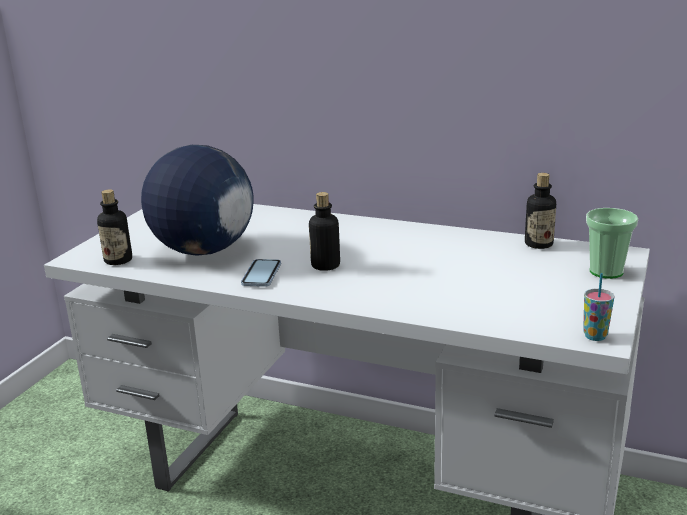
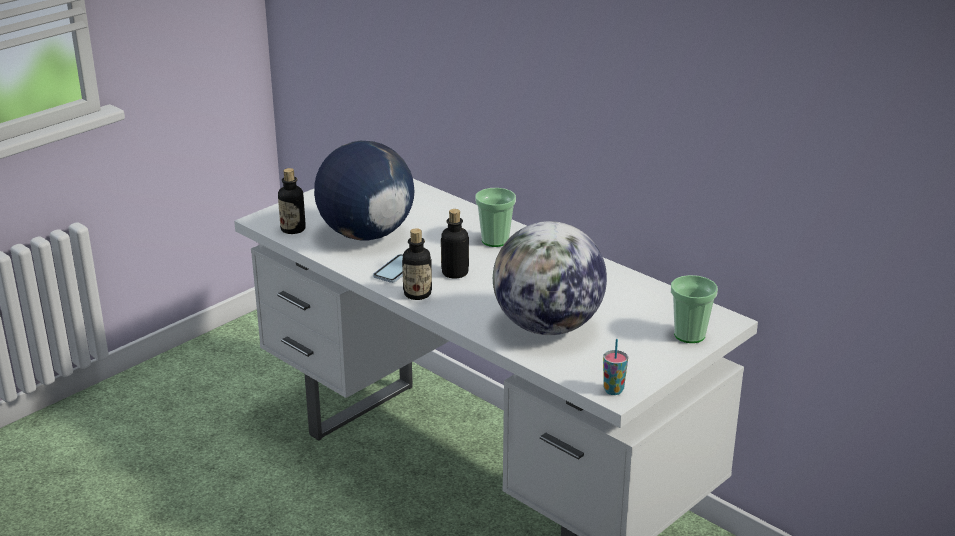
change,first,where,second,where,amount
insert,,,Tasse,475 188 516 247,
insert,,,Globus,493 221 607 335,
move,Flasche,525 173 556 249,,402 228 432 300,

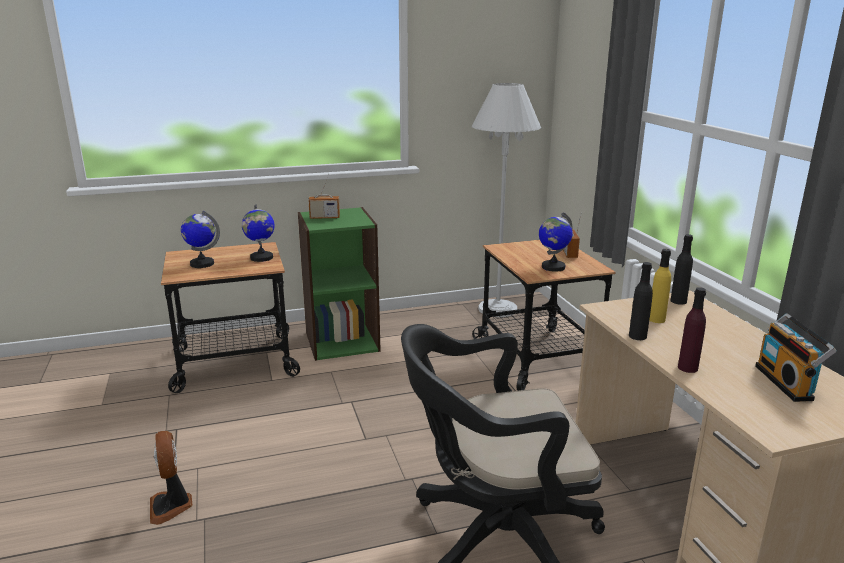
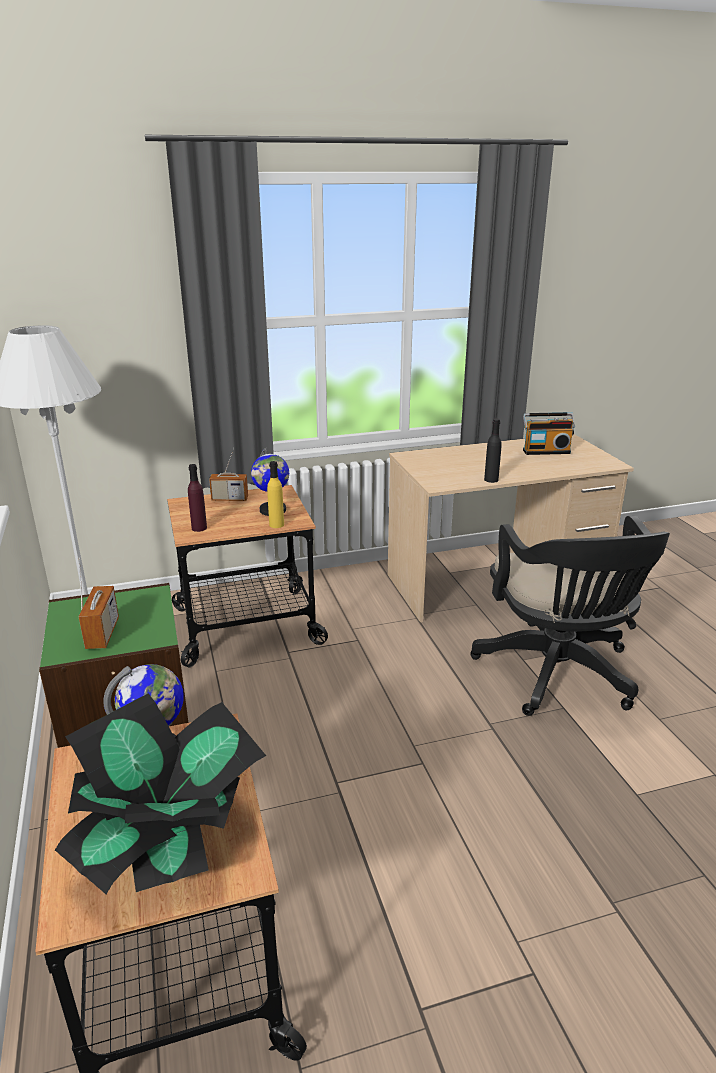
change,first,where,second,where,amount
delete,Ventilator,150 431 193 525,,,
delete,Flasche/schwarz,670 234 693 305,,,
move,Flasche/gelb,649 249 671 323,,267 461 284 528,
move,Flasche/lila,678 287 706 373,,188 464 207 532,
replace,Globus,181 211 220 268,Topfpflanze,55 693 266 894,

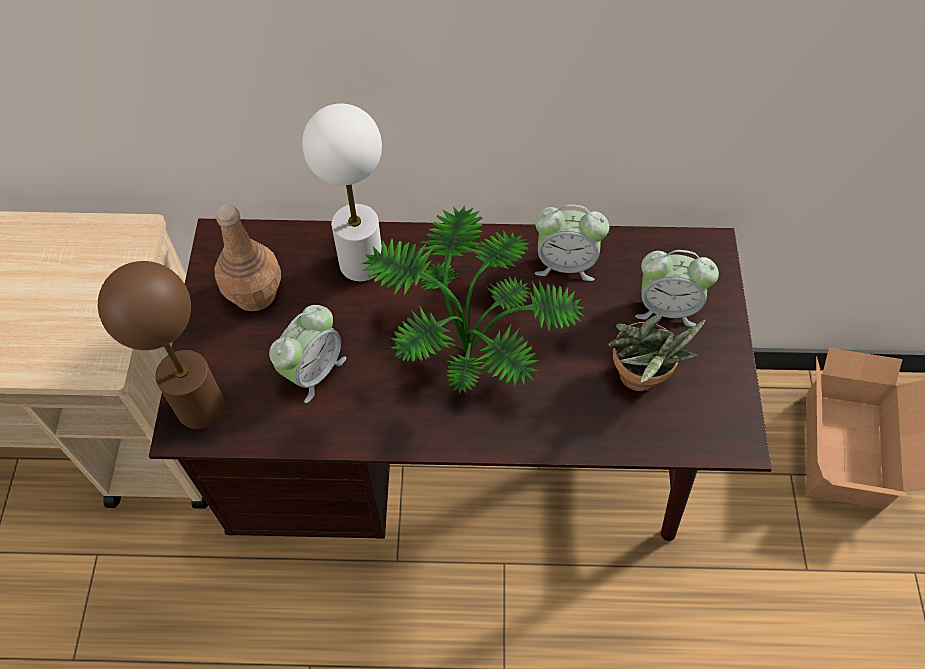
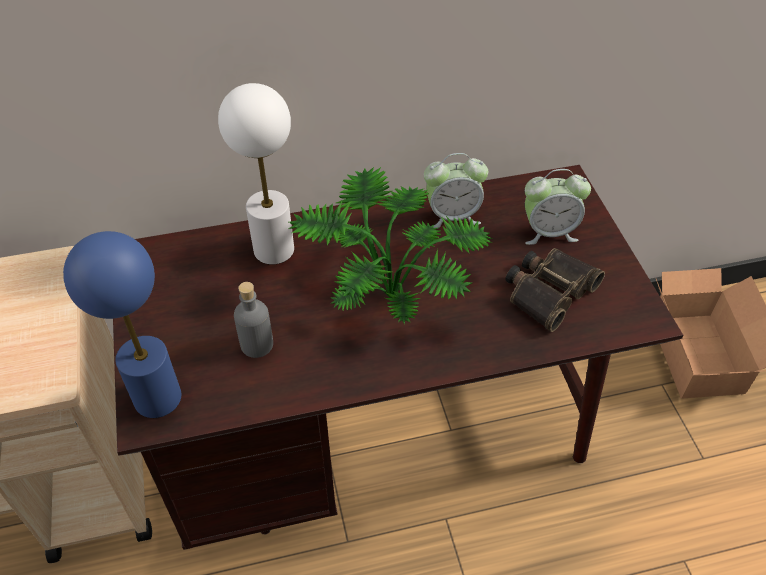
change,first,where,second,where,amount
delete,Flasche/braun,215 204 281 311,,,
replace,Wecker,269 305 346 403,Flasche/grau,234 282 273 358,
replace,Topfpflanze,608 315 706 391,Fernglas,505 248 605 332,
recolor,Tischlampe/braun,98 261 225 429,Tischlampe/blau,63 231 181 418,

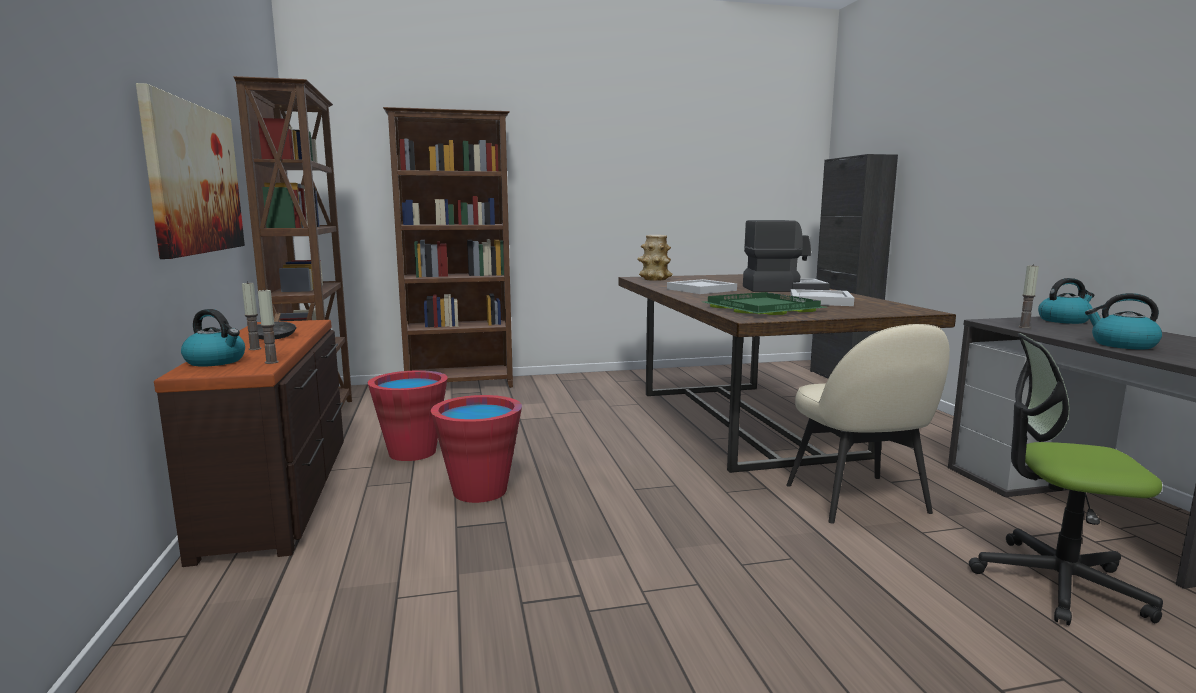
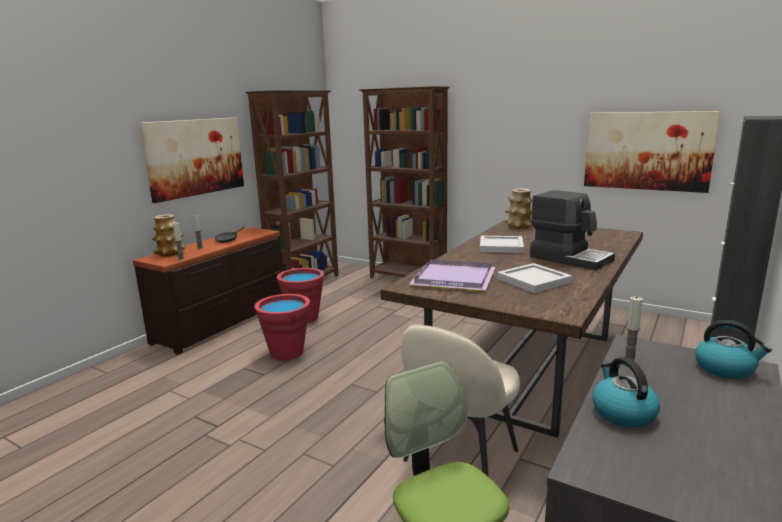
change,first,where,second,where,amount
insert,,,Bild,584 111 720 193,
replace,Wasserkessel,181 309 245 366,Vase,152 214 185 256,
recolor,Tablett/grün,703 292 826 315,Tablett/lila,408 260 495 292,

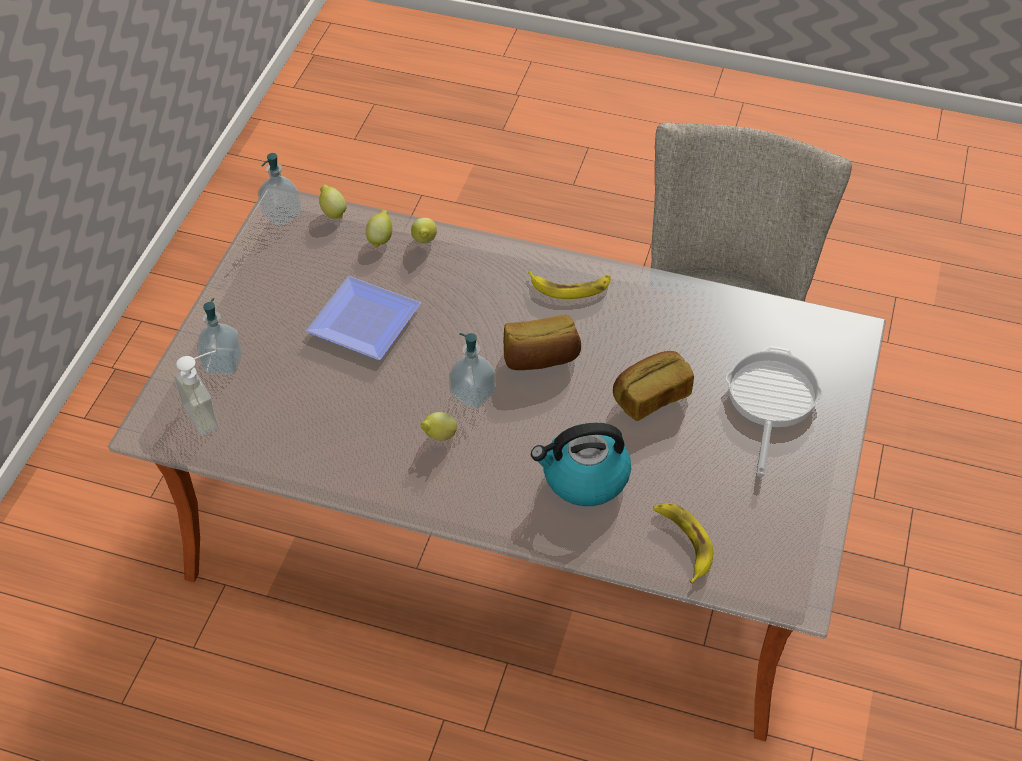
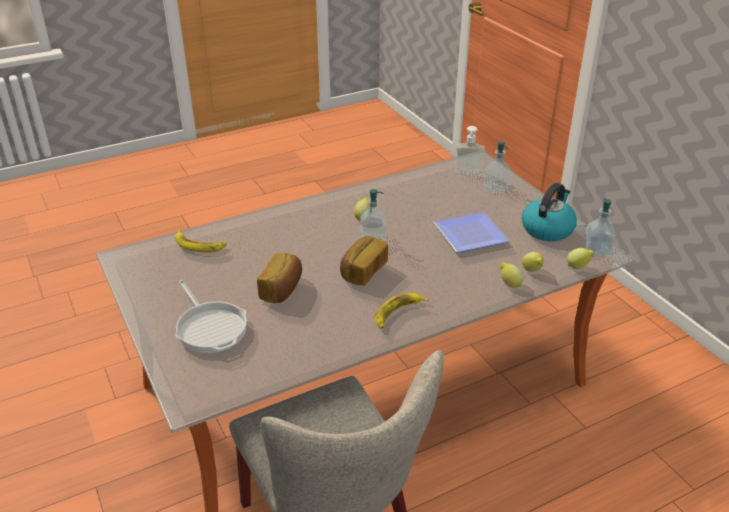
change,first,where,second,where,amount
move,Wasserkessel,531 423 631 506,,522 183 577 241,

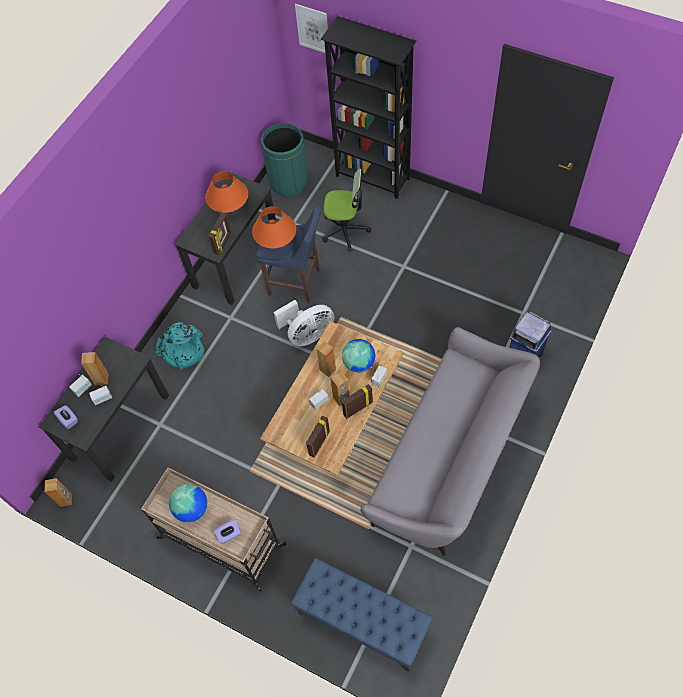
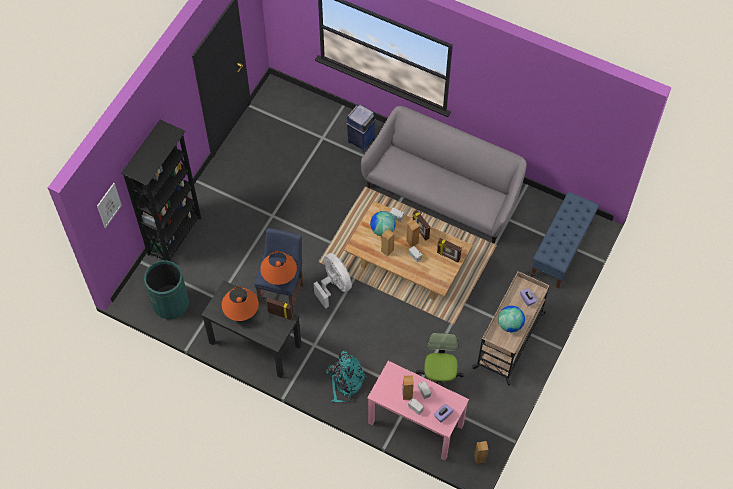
change,first,where,second,where,amount
move,Bürostuhl,322 169 371 251,,416 333 464 389,
recolor,Schreibtisch/schwarz,39 337 169 482,Schreibtisch/rosa,367 361 469 461,

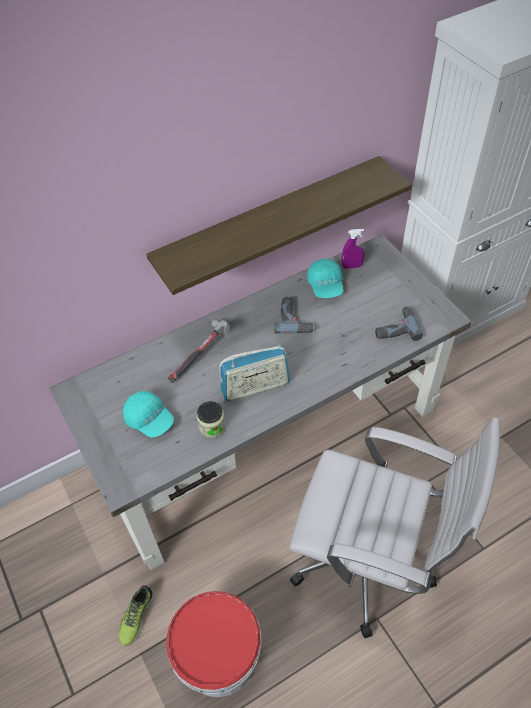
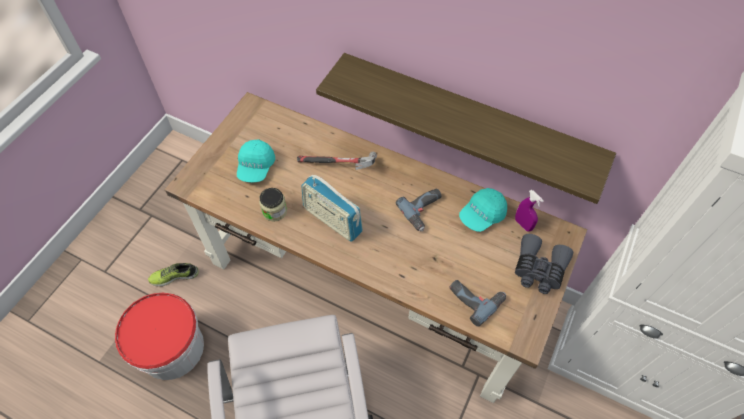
change,first,where,second,where,amount
insert,,,Fernglas/grau,515 234 574 294,
recolor,Schreibtisch/grau,49 235 472 570,Schreibtisch/braun,165 92 587 403,

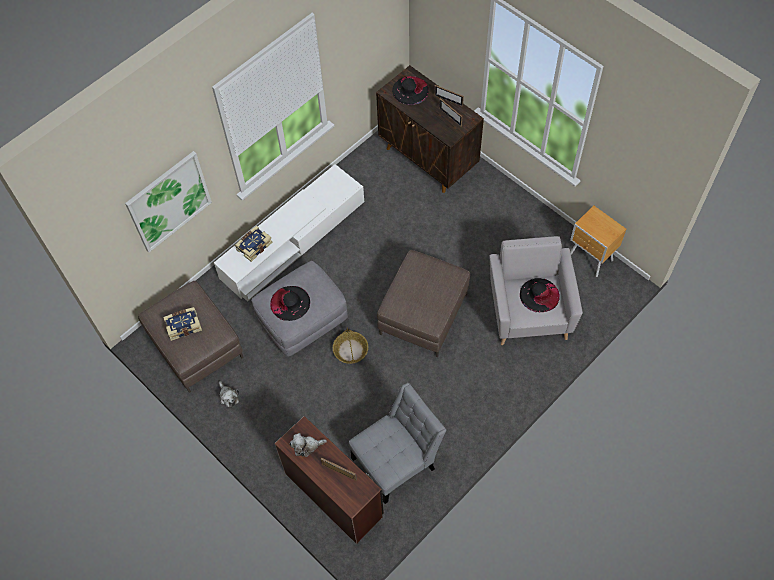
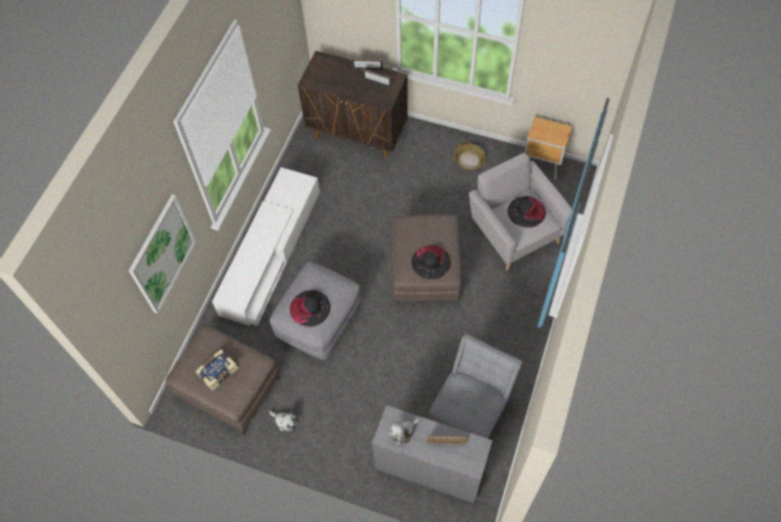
change,first,where,second,where,amount
delete,Buch,235 226 272 262,,,
move,Korb,333 328 368 364,,454 140 486 171,
move,Hut/schwarz,392 76 429 105,,411 245 451 280,
recolor,Schreibtisch/braun,275 416 384 544,Schreibtisch/grau,372 405 493 503,

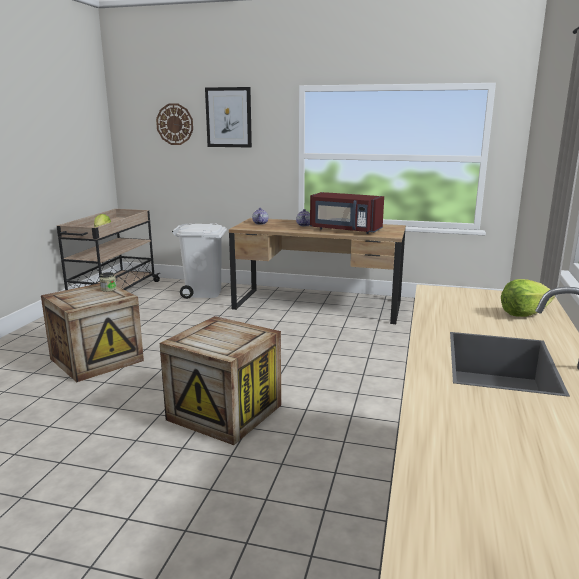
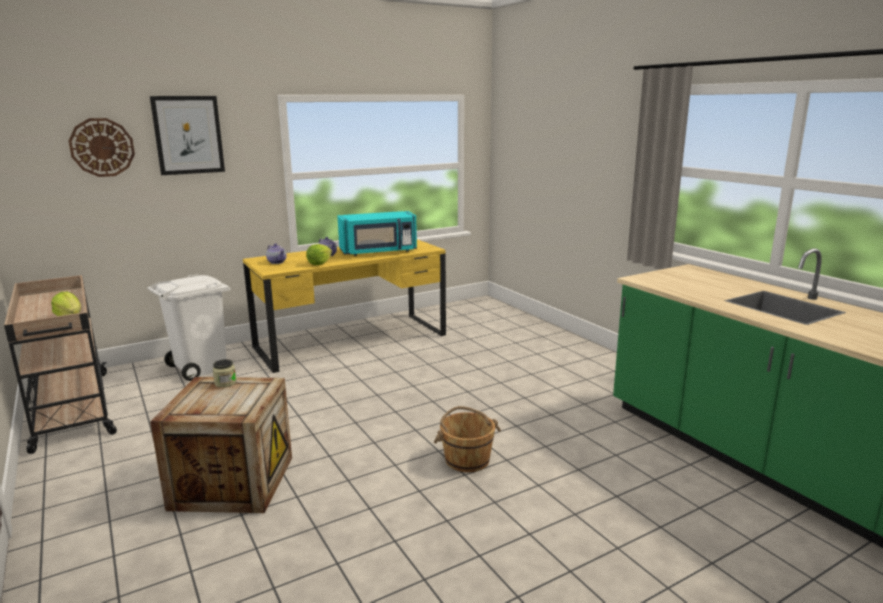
change,first,where,second,where,amount
move,Salatkopf,501 279 555 317,,306 244 332 265,
replace,Kiste,160 316 281 445,Eimer/braun,434 406 501 472,
recolor,Schreibtisch/braun,229 218 406 324,Schreibtisch/gelb,243 239 446 373,
recolor,Mikrowelle/rot,310 192 384 234,Mikrowelle/türkis,337 211 417 256,

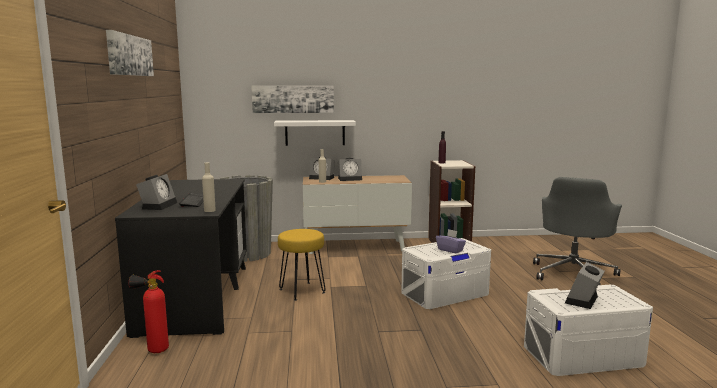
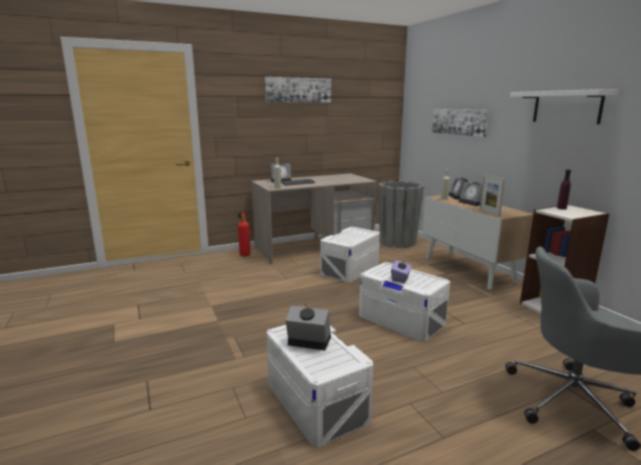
change,first,where,second,where,amount
insert,,,Bilderrahmen,480 175 505 216,
move,Wandregal/weiß,274 120 356 146,,510 89 619 124,
replace,Hocker/gelb,278 229 326 301,Aufbewahrungsbox/weiß,320 227 380 283,
recolor,Schreibtisch/schwarz,115 179 247 338,Schreibtisch/beige,251 173 377 263,

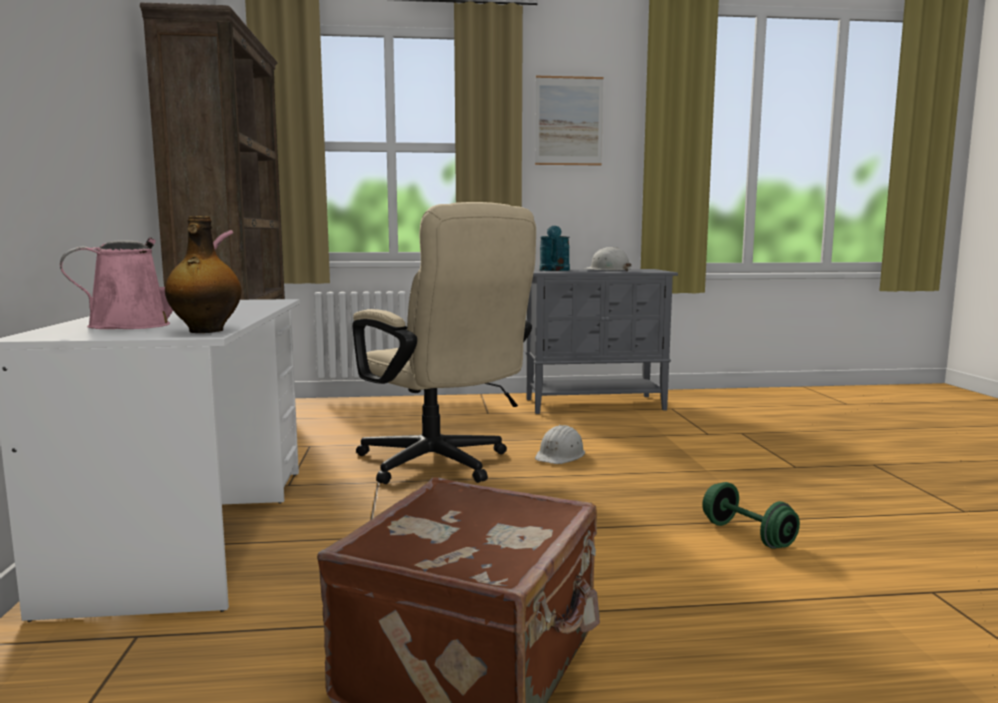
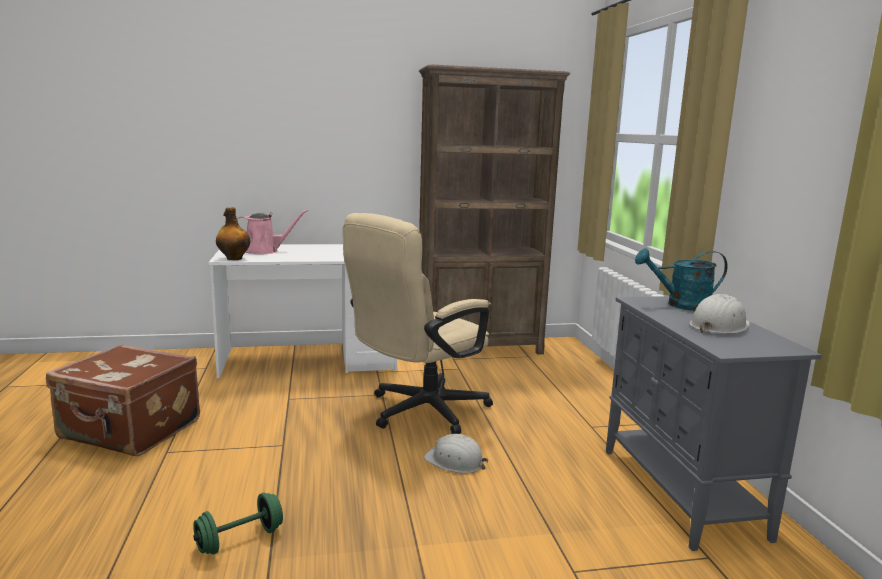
change,first,where,second,where,amount
delete,Bild,535 76 604 166,,,
rotate,Gießkanne/rosa,60 230 233 329,,237 209 308 254,60 degrees counterclockwise

